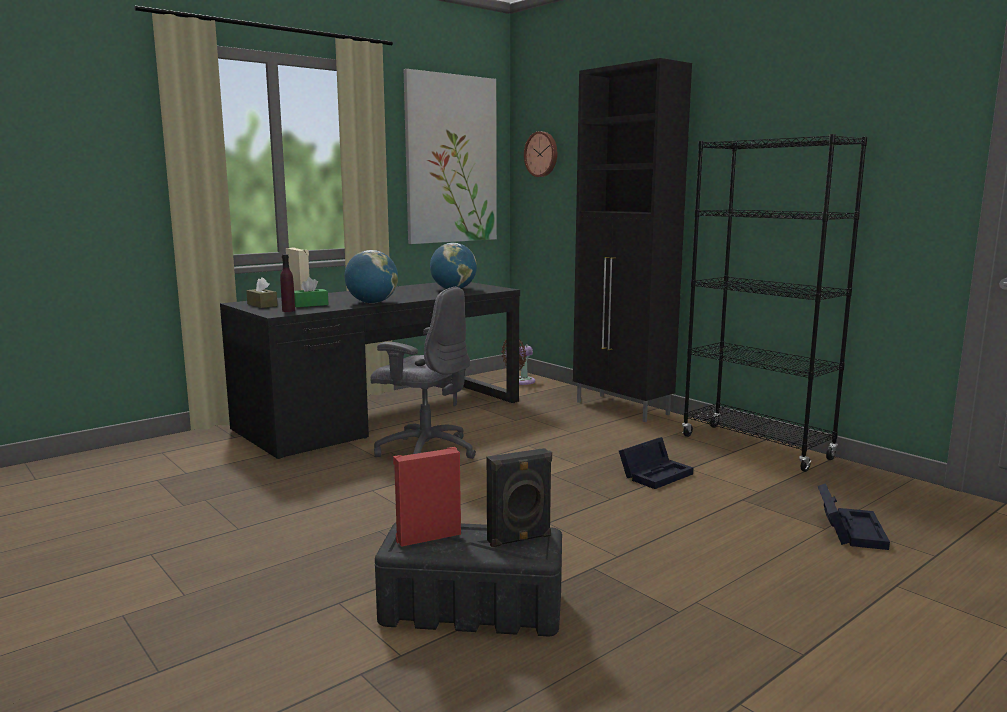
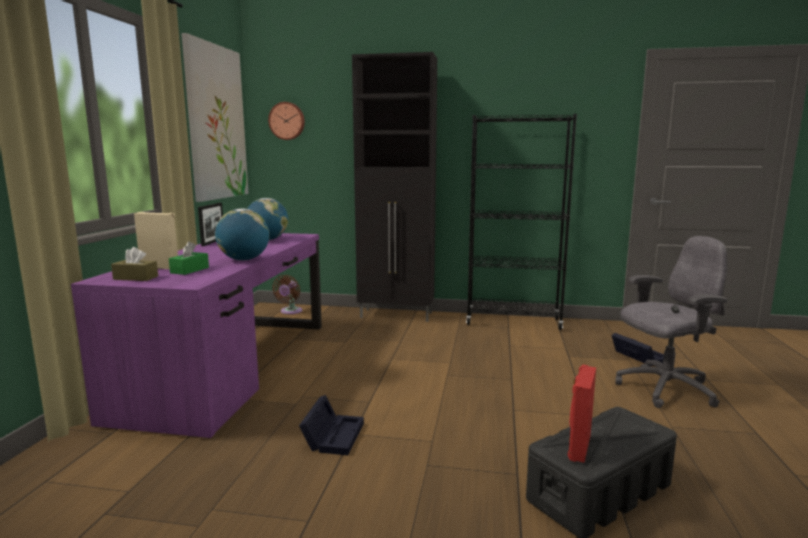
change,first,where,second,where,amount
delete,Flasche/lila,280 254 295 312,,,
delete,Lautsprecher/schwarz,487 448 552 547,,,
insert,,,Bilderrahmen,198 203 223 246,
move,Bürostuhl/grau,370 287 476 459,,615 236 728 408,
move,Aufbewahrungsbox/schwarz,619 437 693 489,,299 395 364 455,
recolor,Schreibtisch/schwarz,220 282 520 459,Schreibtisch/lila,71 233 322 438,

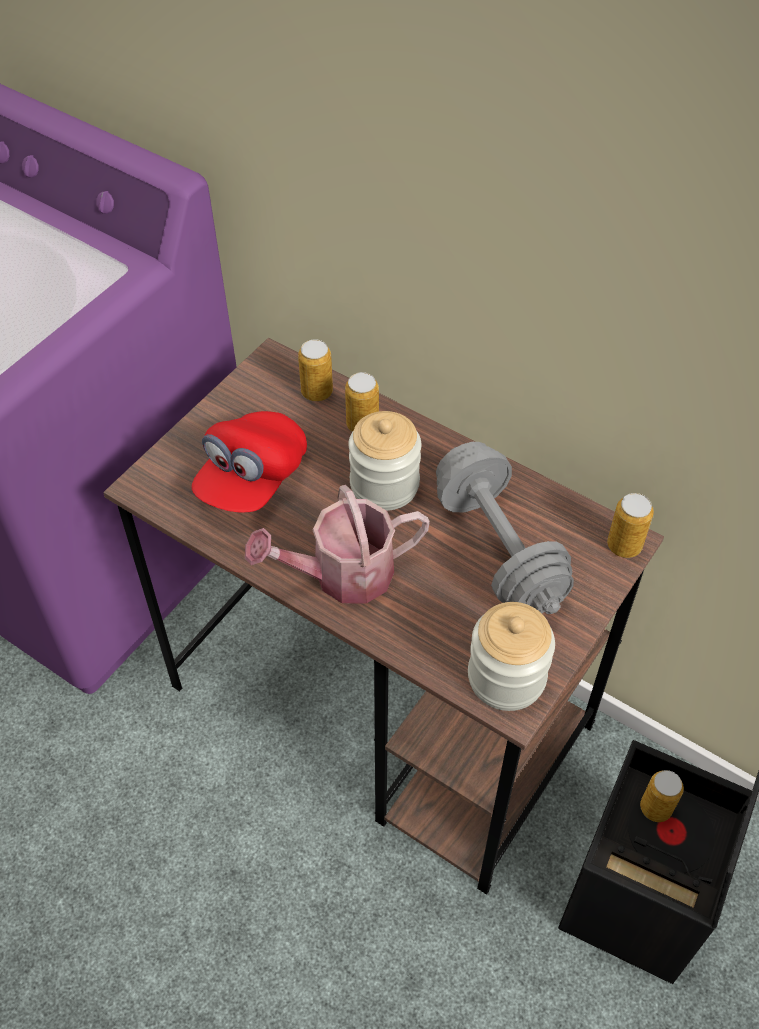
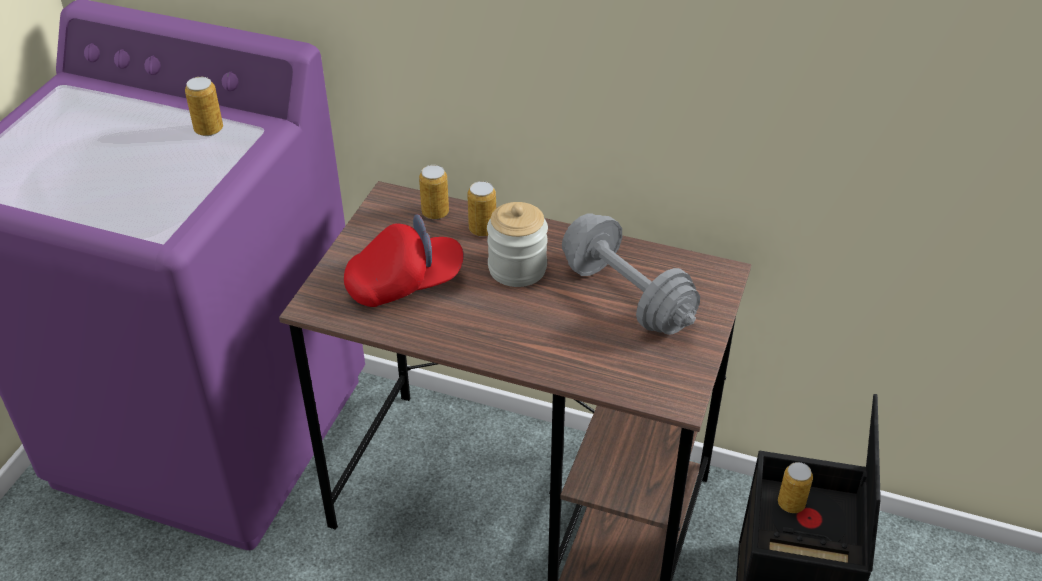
change,first,where,second,where,amount
delete,Gießkanne,245 485 430 604,,,
delete,Vorratsglas,468 602 555 711,,,
move,Dose,607 493 654 558,,185 77 223 136,
rotate,Kappe/rot,191 411 307 513,,344 214 464 307,120 degrees counterclockwise

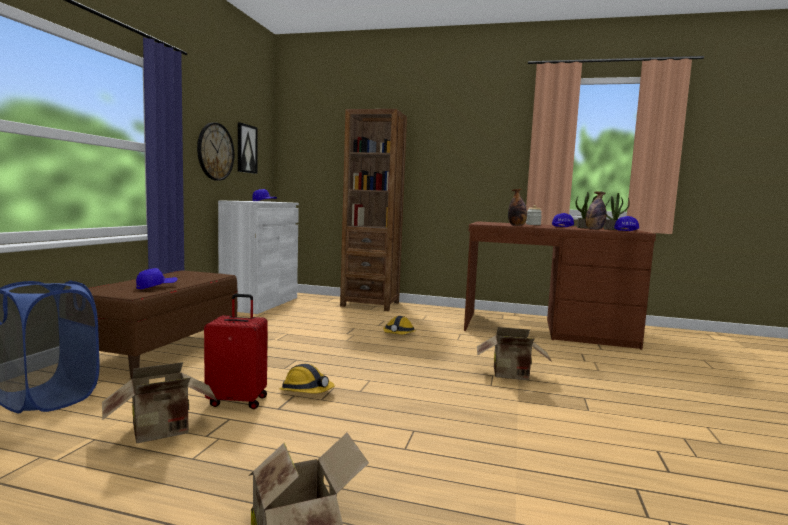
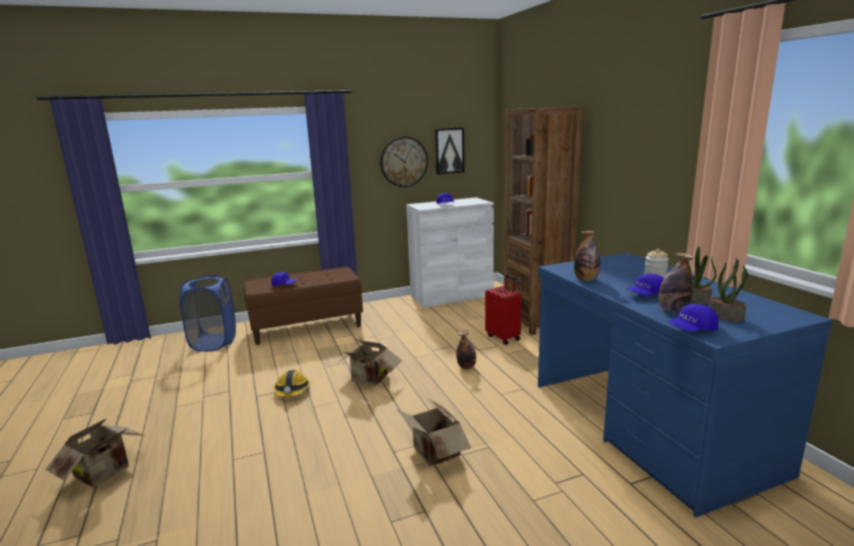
change,first,where,second,where,amount
move,Karton,102 362 218 443,,339 340 402 386,
move,Koffer/rot,204 294 268 409,,485 275 522 345,
replace,Schutzhelm,383 316 415 334,Flasche,457 330 476 369,
recolor,Schreibtisch/braun,464 221 656 350,Schreibtisch/blau,538 253 832 518,

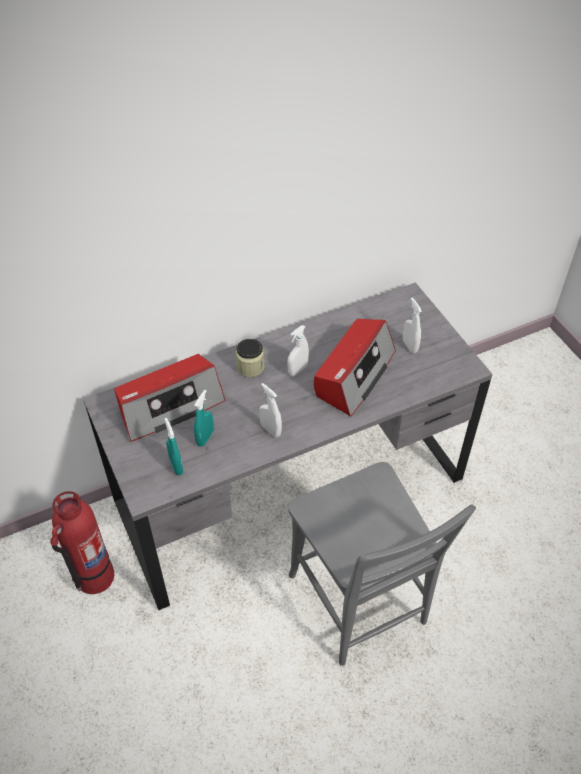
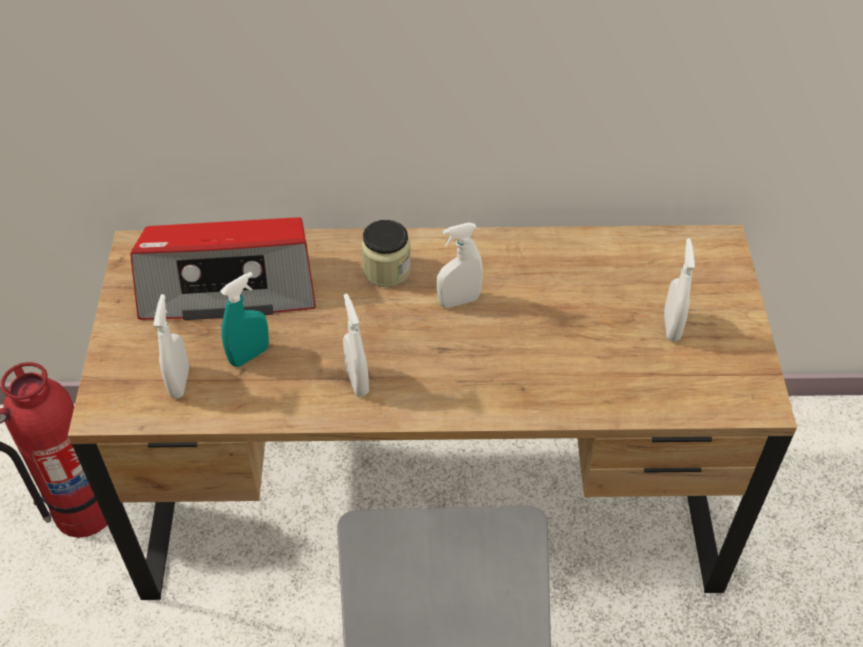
change,first,where,second,where,amount
delete,Radio,314 319 396 417,,,
recolor,Schreibtisch/grau,83 282 492 610,Schreibtisch/braun,68 225 797 600,
recolor,Sprühflasche/türkis,165 418 183 475,Sprühflasche/weiß,153 294 189 399,

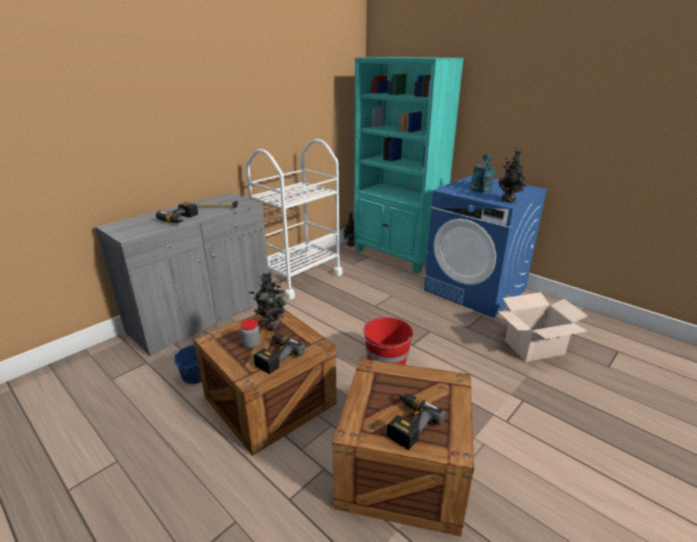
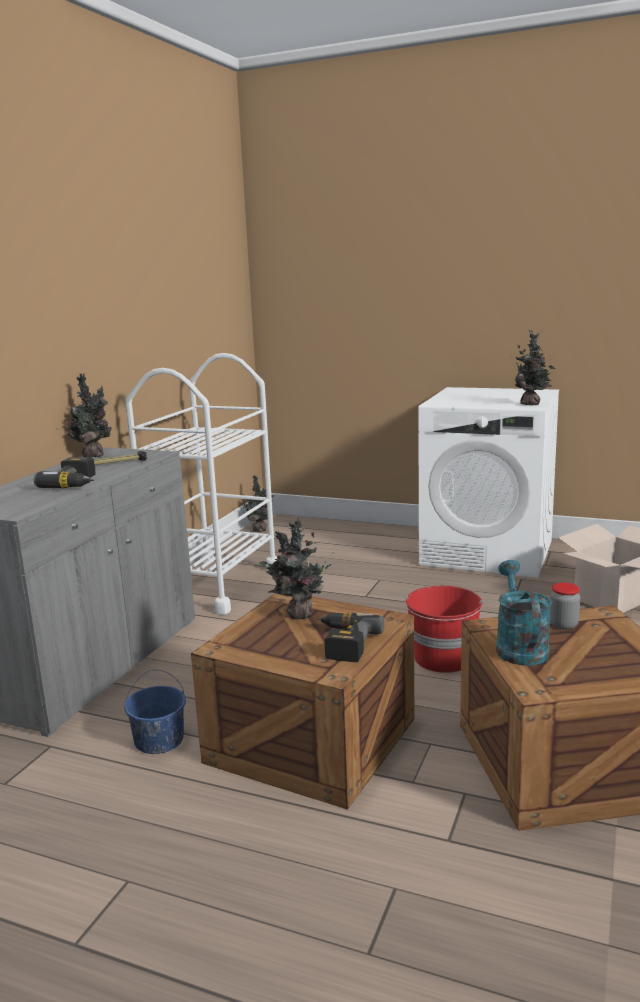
change,first,where,second,where,amount
delete,Bücherregal/türkis,354 57 464 274,,,
delete,Bohrmaschine,387 393 446 450,,,
insert,,,Topfpflanze,64 373 112 458,
move,Vorratsglas,241 320 260 349,,550 583 580 630,
move,Gießkanne/türkis,470 154 495 193,,496 560 552 666,
recolor,Waschmaschine/blau,424 175 548 318,Waschmaschine/weiß,418 387 559 578,

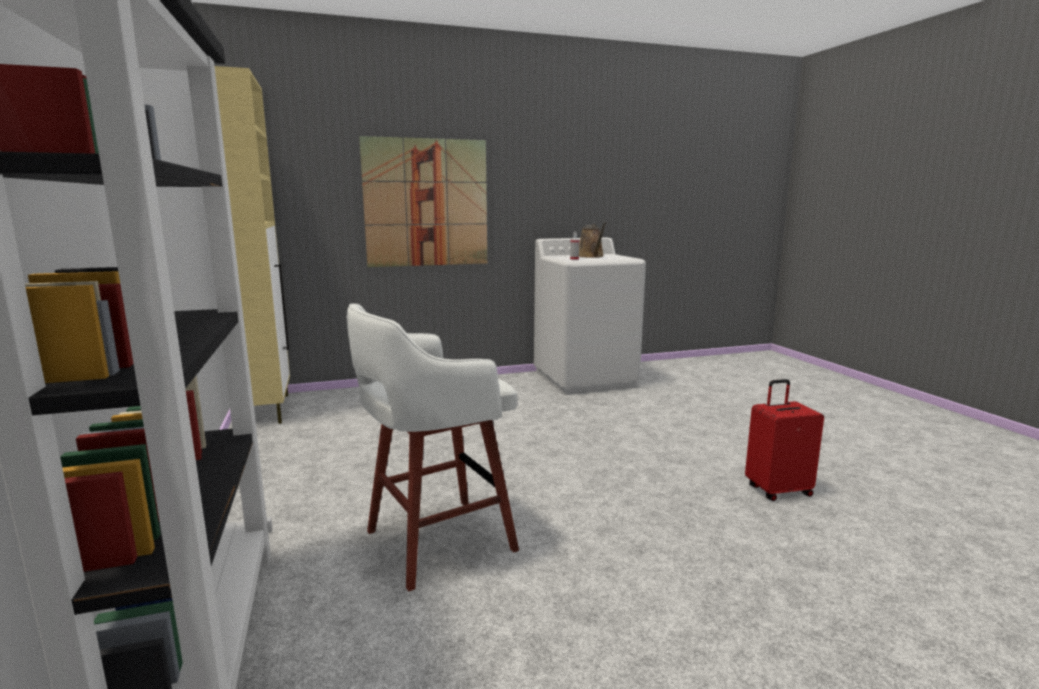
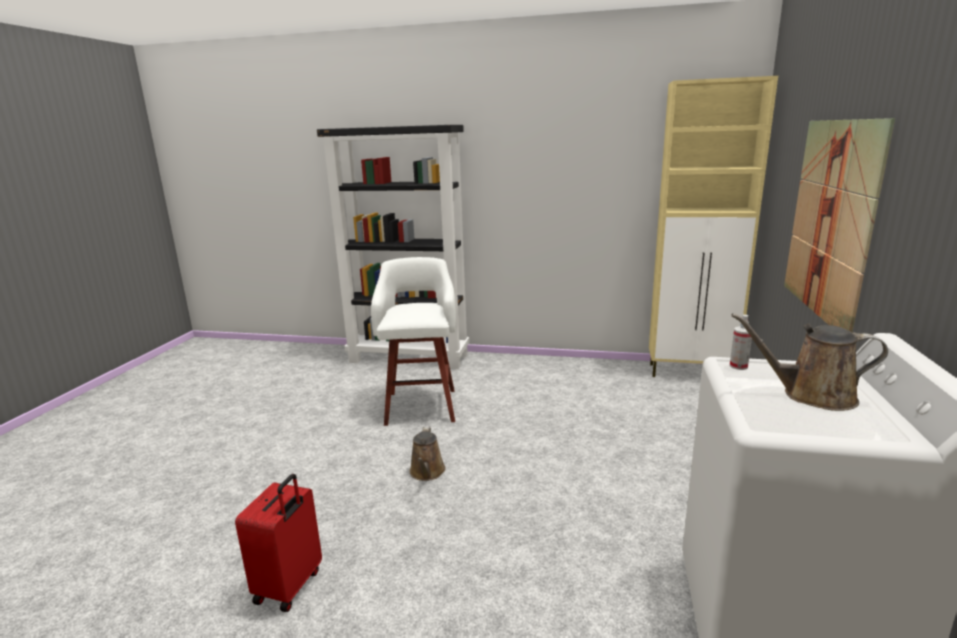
change,first,where,second,where,amount
insert,,,Gießkanne/braun,410 426 446 481,

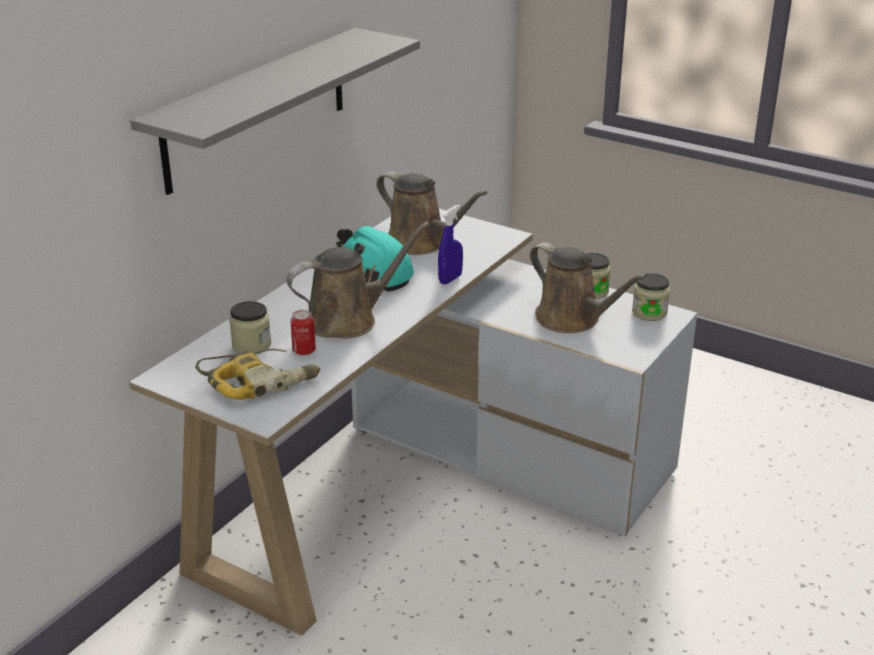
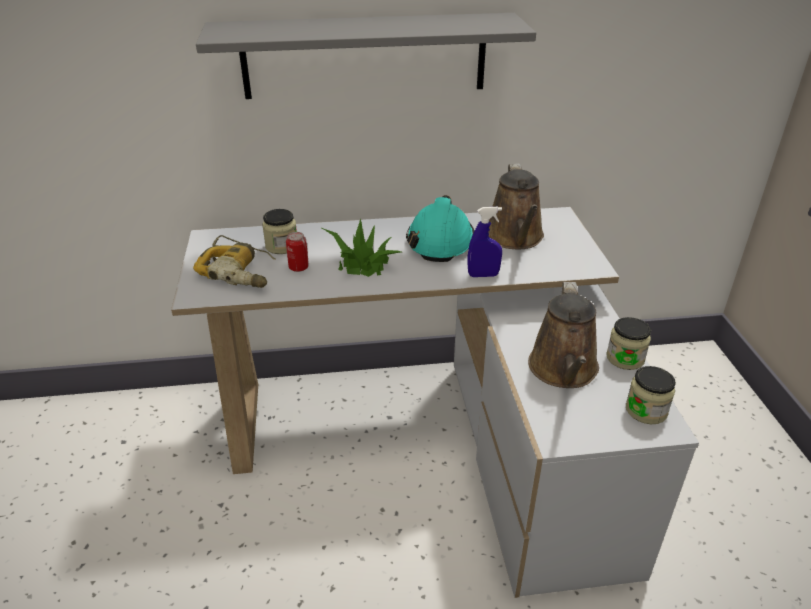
change,first,where,second,where,amount
replace,Gießkanne/braun,287 222 430 338,Topfpflanze,320 219 401 277,

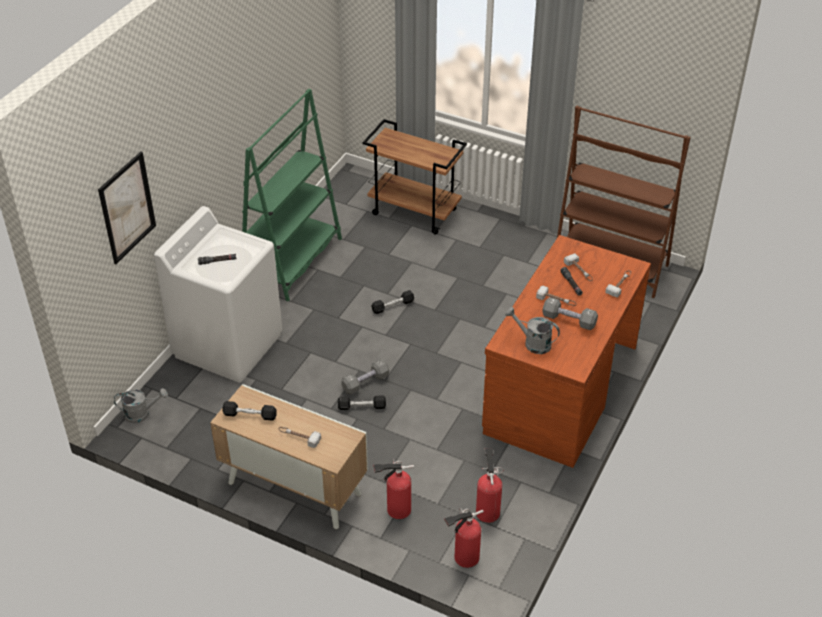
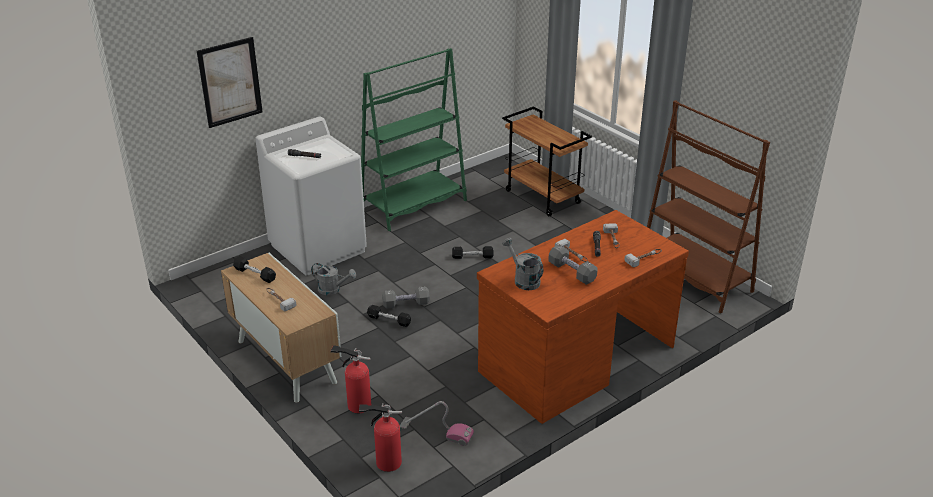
change,first,where,second,where,amount
move,Gießkanne/grau,114 388 168 423,,311 263 356 295,
replace,Feuerlöscher,476 448 504 523,Staubsauger,400 401 474 446,

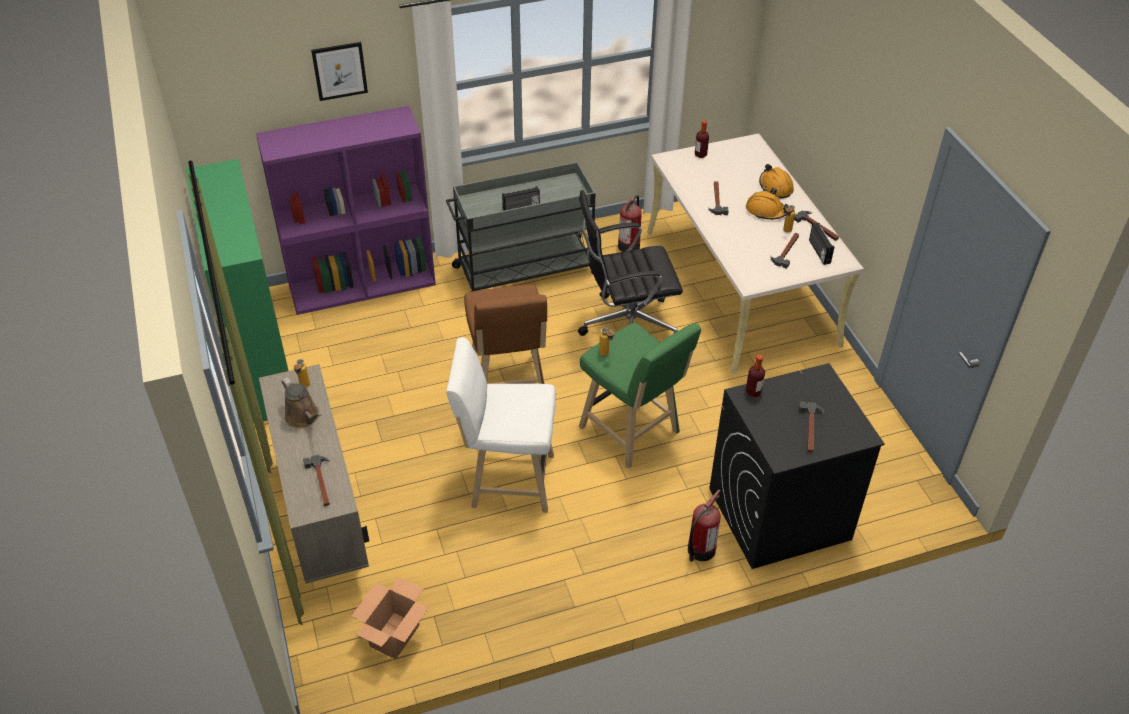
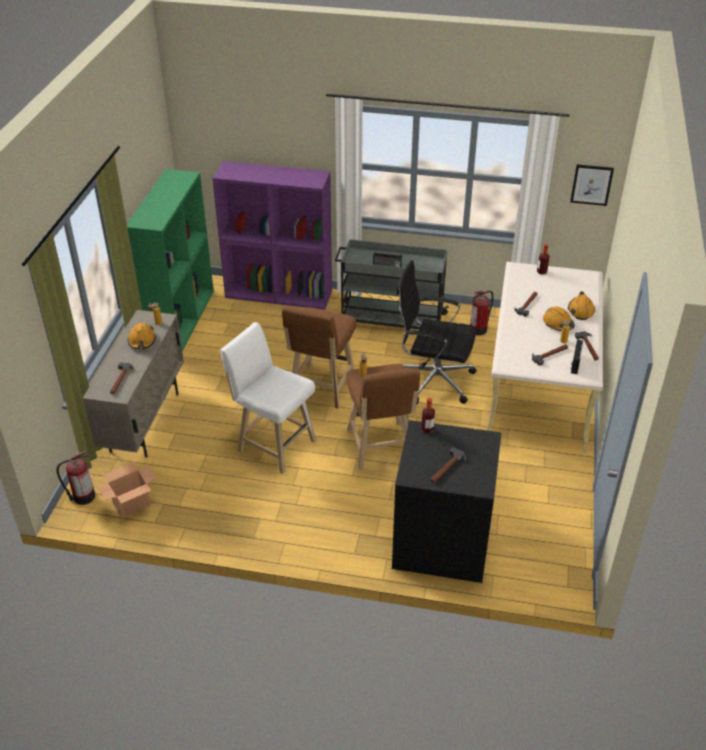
change,first,where,second,where,amount
move,Bild,311 42 368 101,,570 164 614 206,
move,Feuerlöscher,688 490 721 562,,57 450 95 505,
replace,Gießkanne/braun,282 378 322 428,Schutzhelm/orange,127 323 156 349,
recolor,Hocker/grün,579 323 701 468,Hocker/braun,346 364 420 469,

